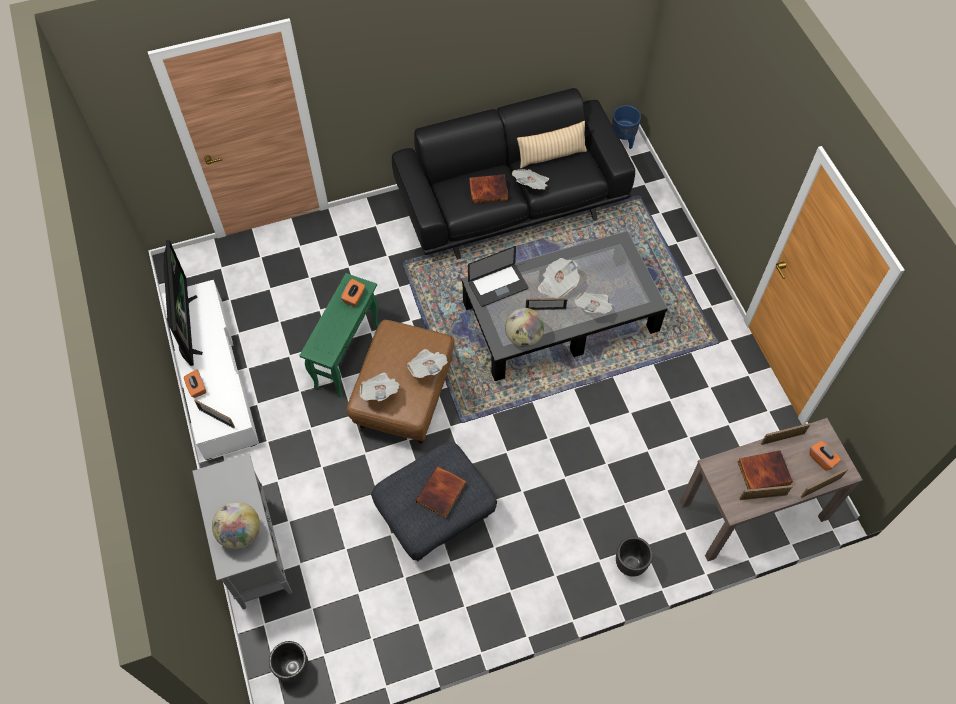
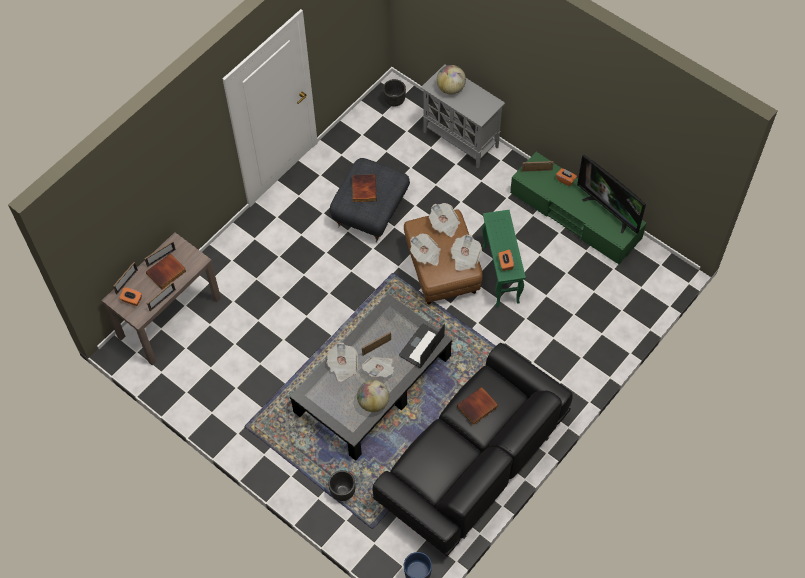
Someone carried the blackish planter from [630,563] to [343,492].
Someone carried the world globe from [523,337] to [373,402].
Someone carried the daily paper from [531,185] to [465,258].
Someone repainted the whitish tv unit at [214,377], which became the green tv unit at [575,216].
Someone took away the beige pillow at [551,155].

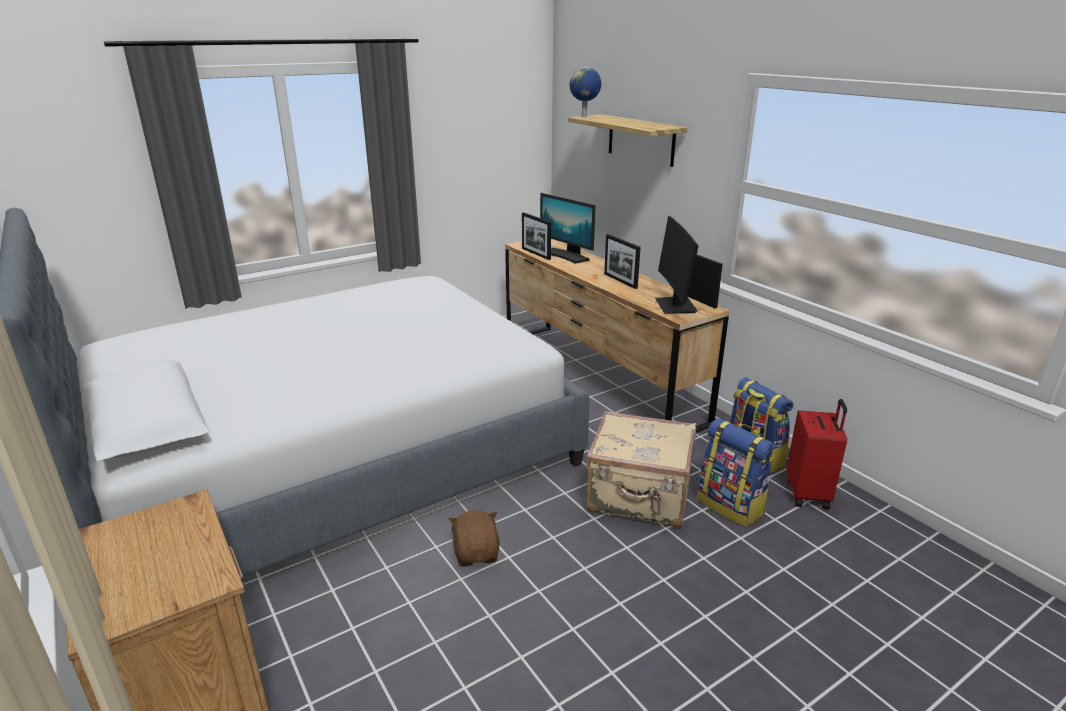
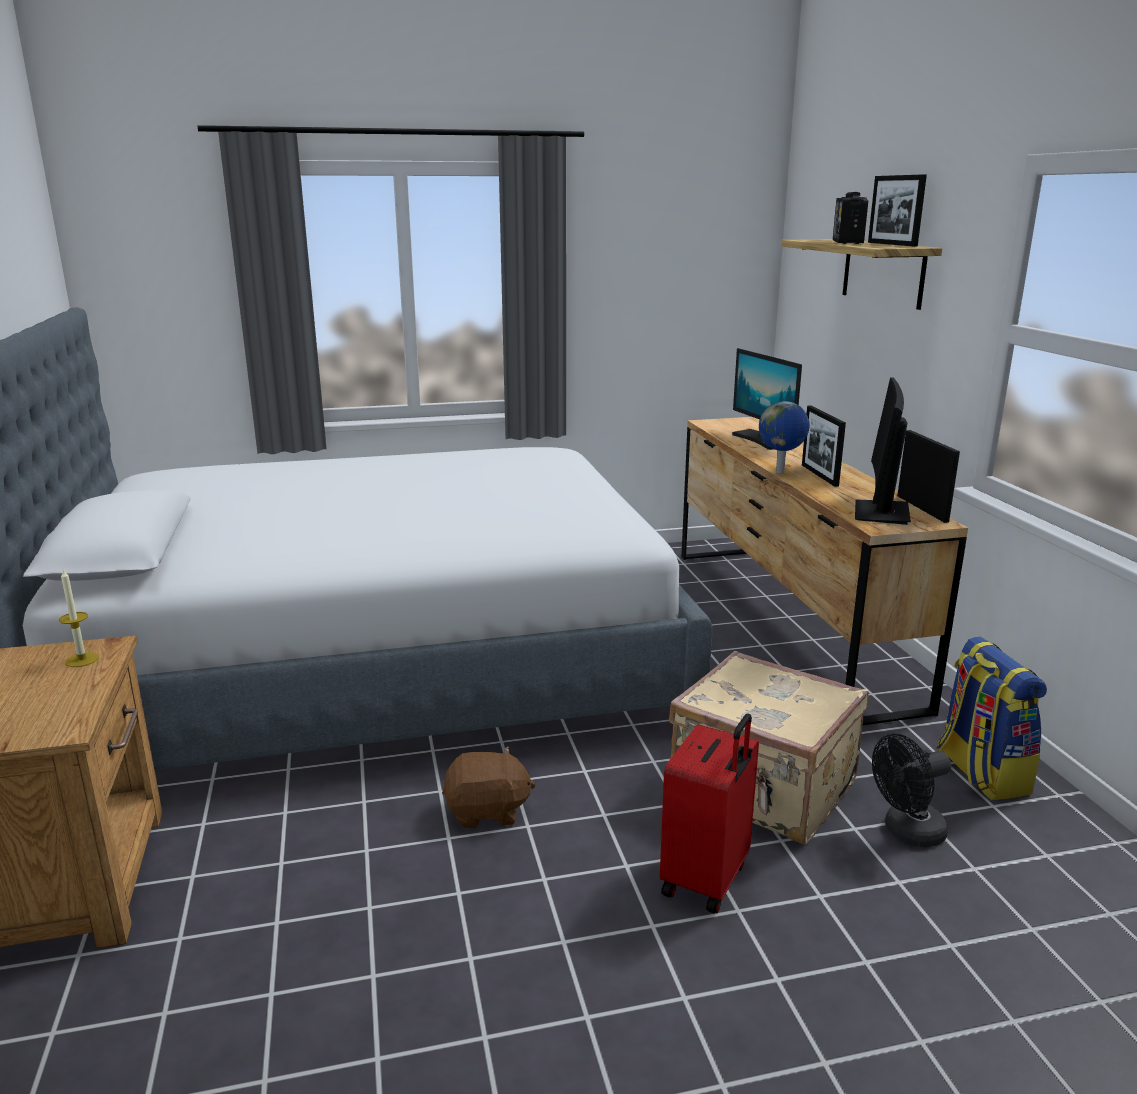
Someone put down the wax candle at [82,660].
Someone rotated the brown-coloured soft toy at [476,553] by 75 degrees clockwise.
Someone carried the reddish suitcase from [808,494] to [707,880].
Someone carried the world globe from [584,116] to [780,472].
Someone put down the radio set at [847,242].
Someone carried the photo frame from [536,254] to [891,244].
Someone swapped the knapsack at [731,506] for the blackish cooling fan at [907,832].

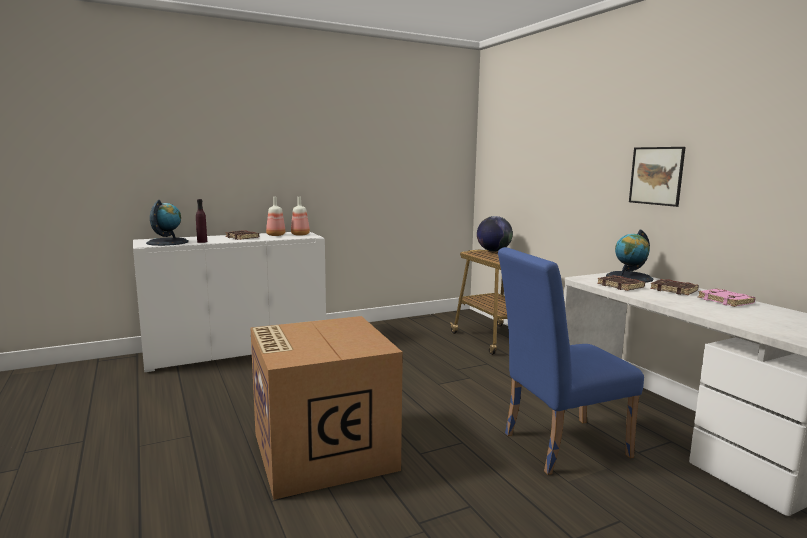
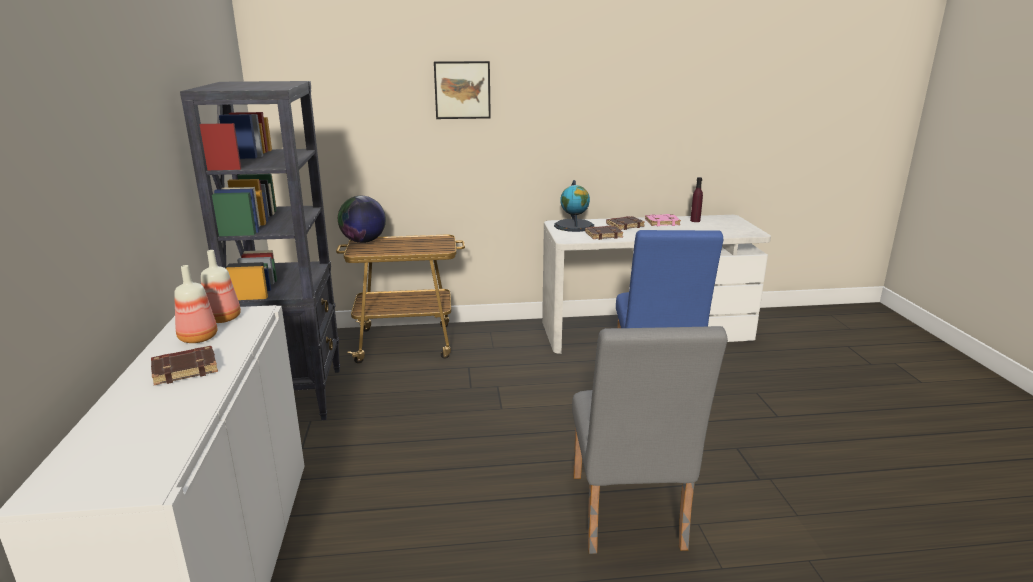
Someone put down the blackish shelving unit at [295,395].
Someone carried the wall picture from [656,176] to [462,90].
Someone swapped the packing box at [321,450] for the gray plain chair at [627,518].
Someone carried the purplish beverage bottle from [202,242] to [695,220].
Someone took away the world globe at [167,242].

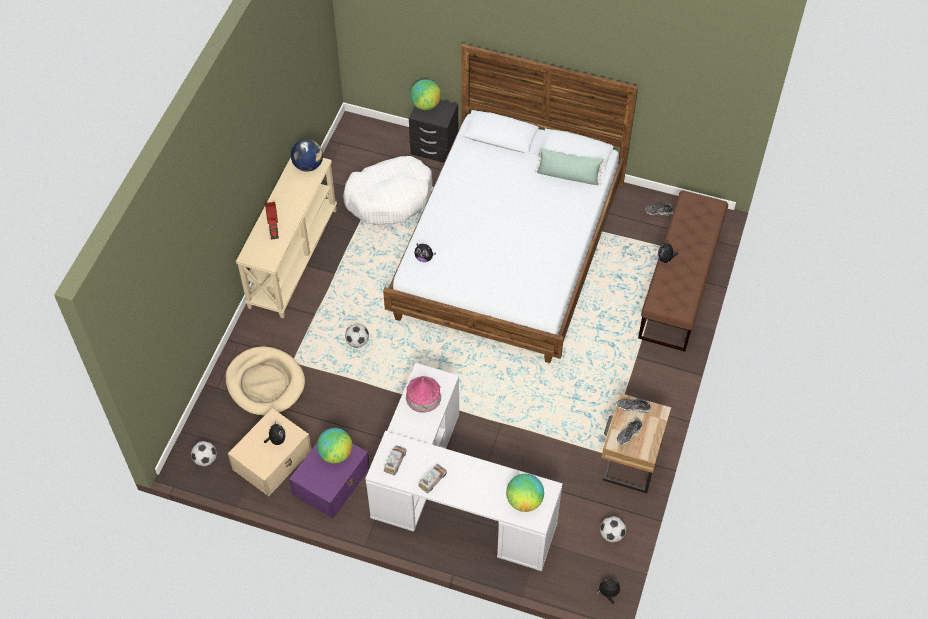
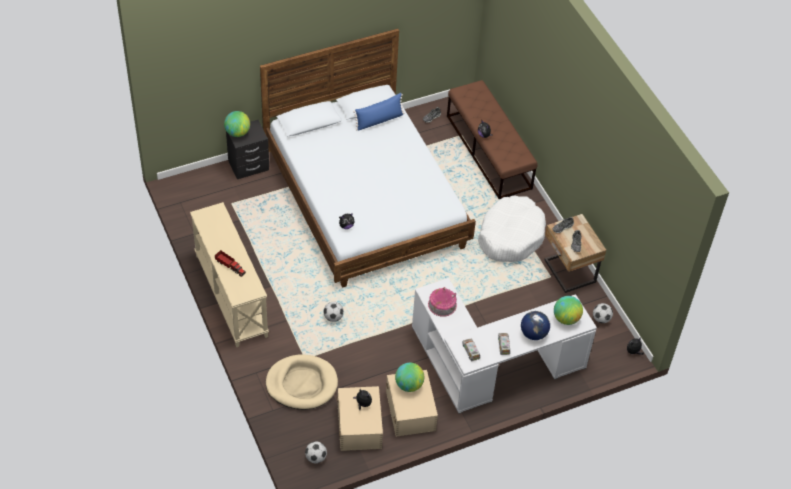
Someone repainted the green pillow at [568,176], which became the blue-coloured pillow at [379,120].
Someone repainted the purplish storage box at [332,481], which became the beige storage box at [410,410].
Someone carried the whitish dog cushion from [389,197] to [510,236].
Someone carried the world globe from [308,165] to [533,333].

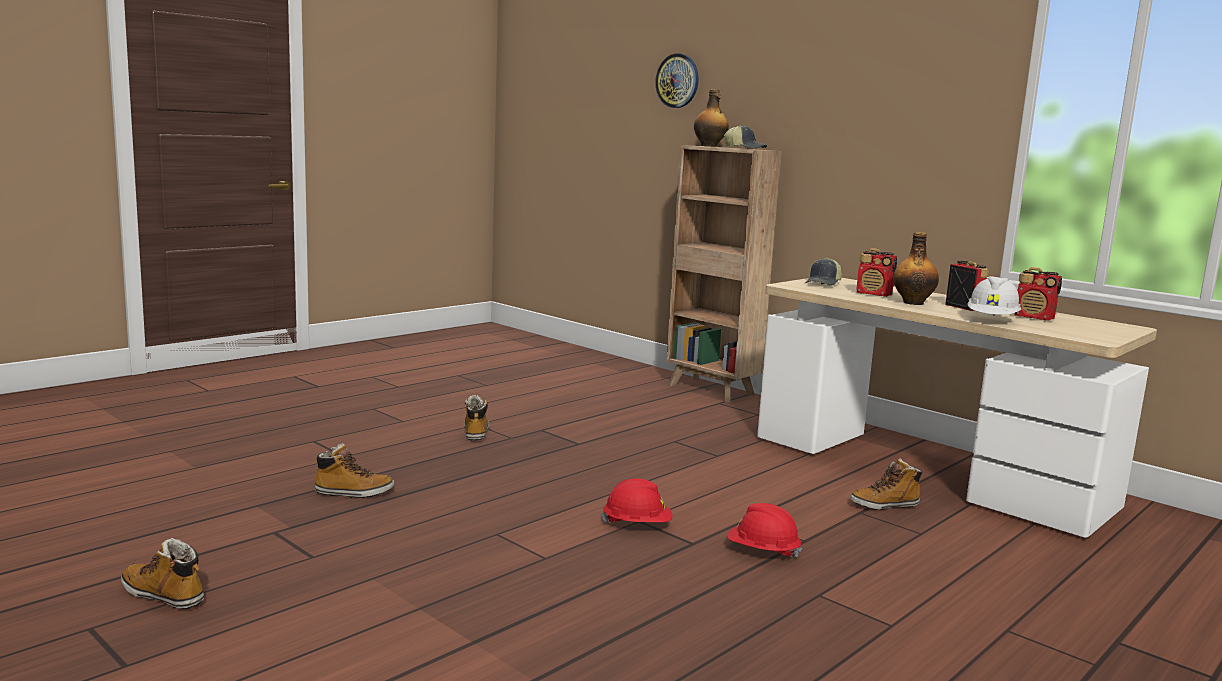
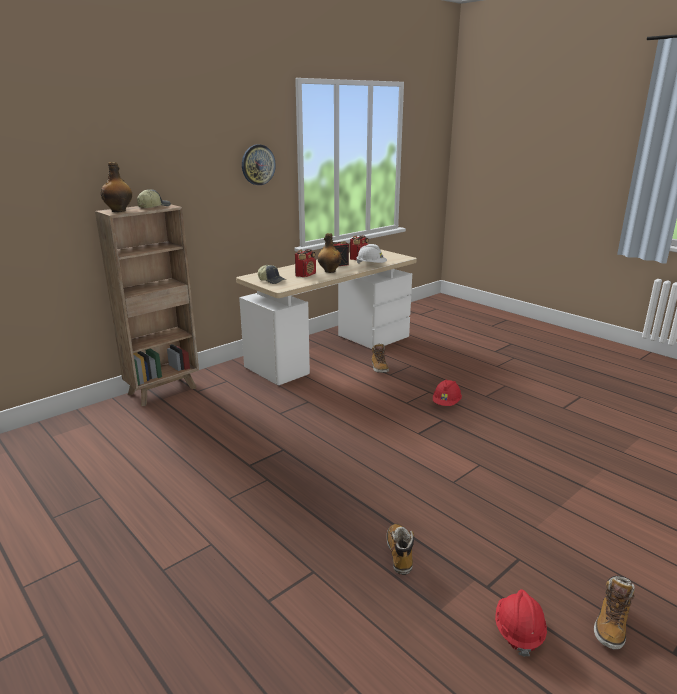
Someone carried the clock on the wall from [677,81] to [258,165].
Someone carried the reddish safety helmet from [637,525] to [518,631].
Someone took away the high-top boot at [476,432].

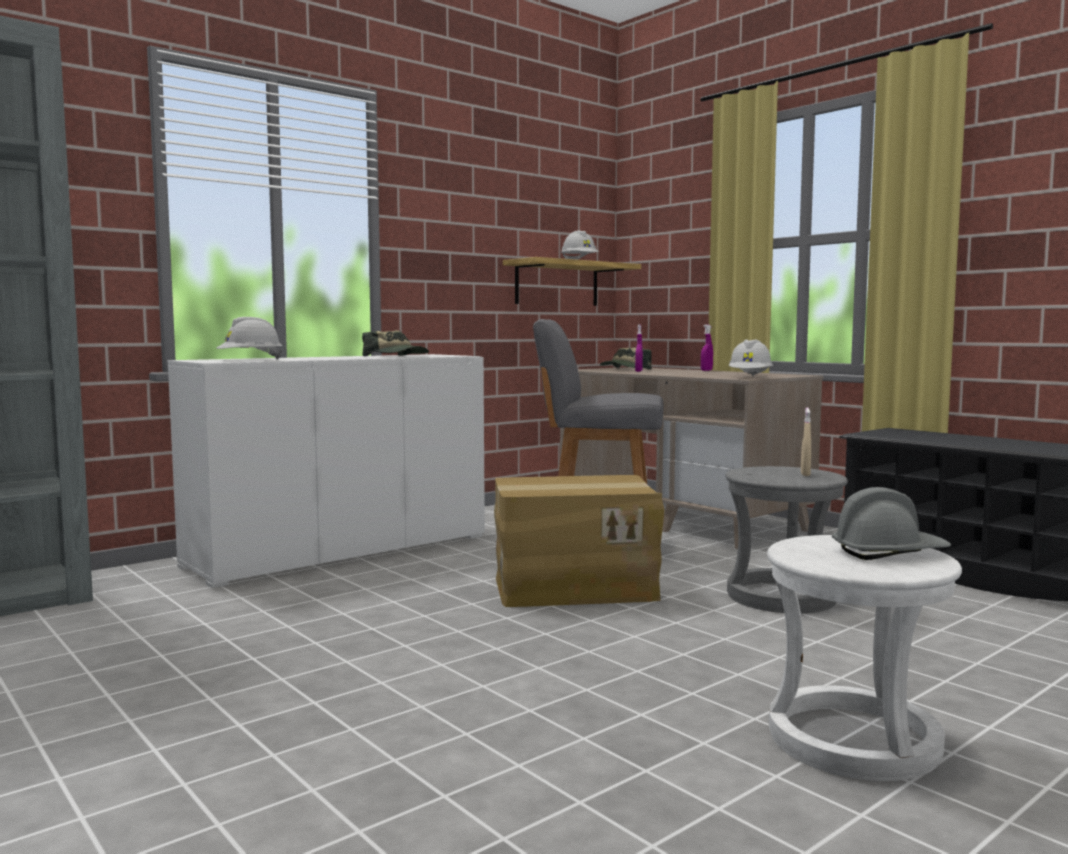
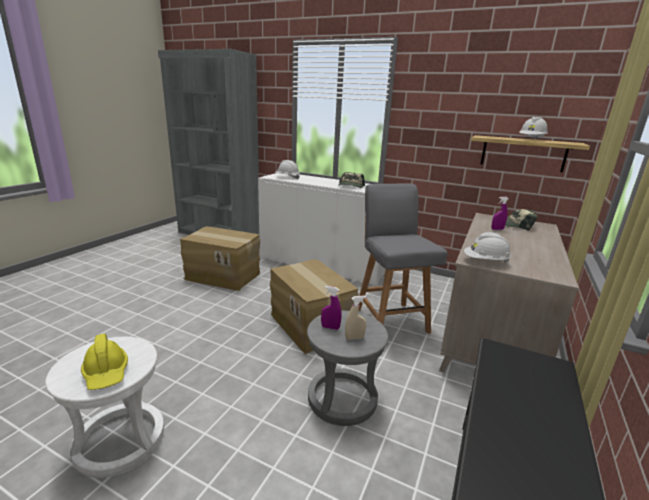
Someone repainted the gray safety helmet at [888,553], which became the yellow safety helmet at [106,373].
Someone put down the packing box at [223,276].
Someone carried the purplish sprayer from [706,370] to [330,327].

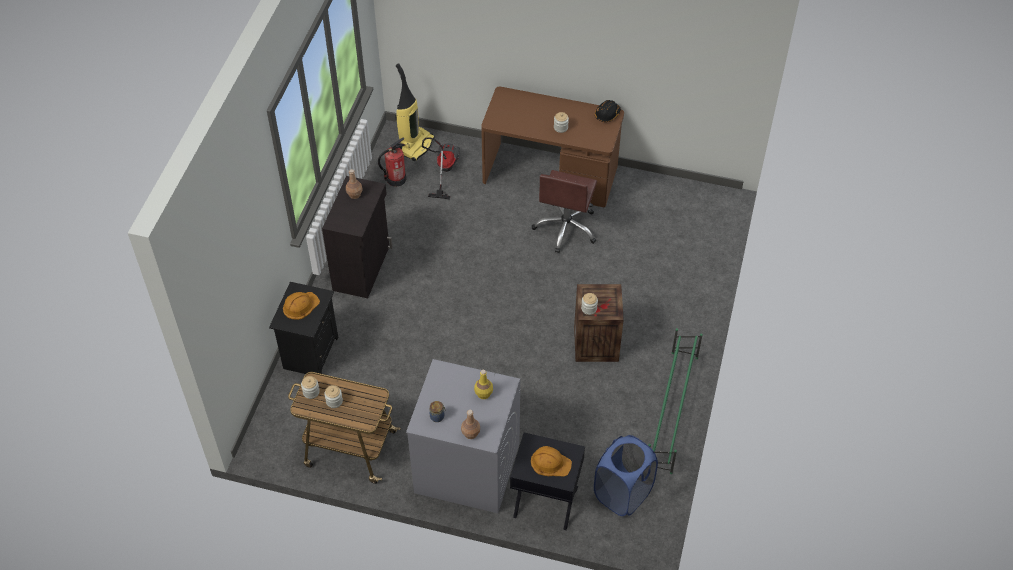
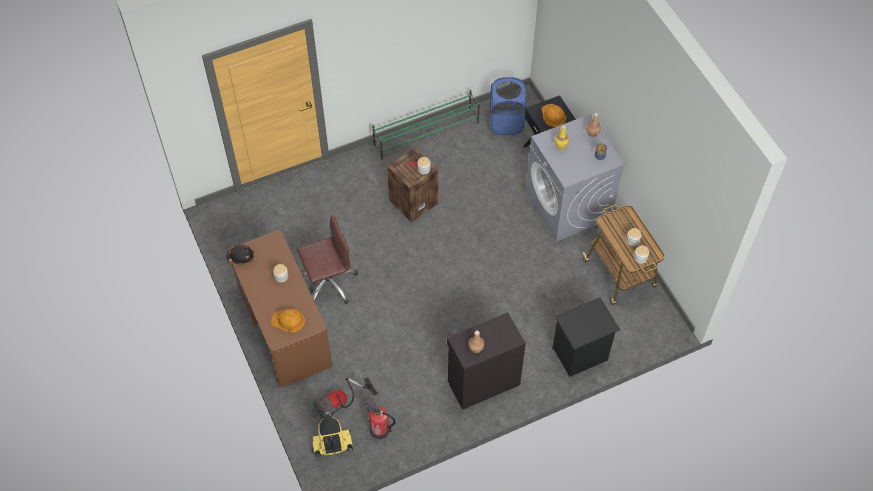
Someone carried the orange safety helmet from [300,305] to [288,321].

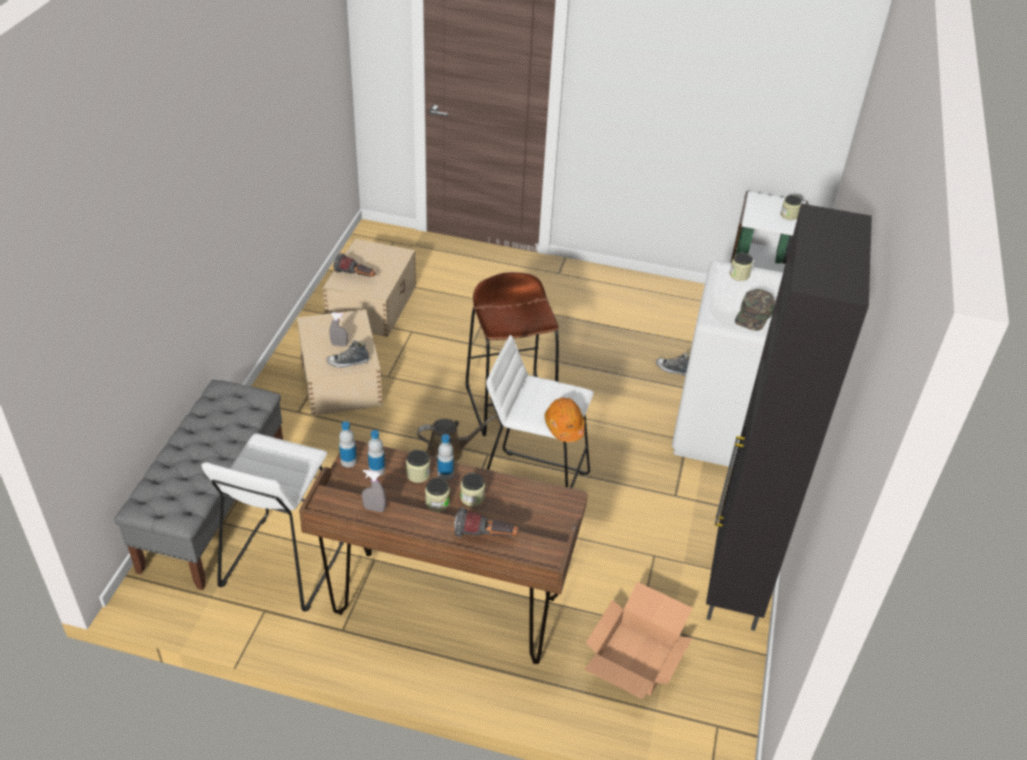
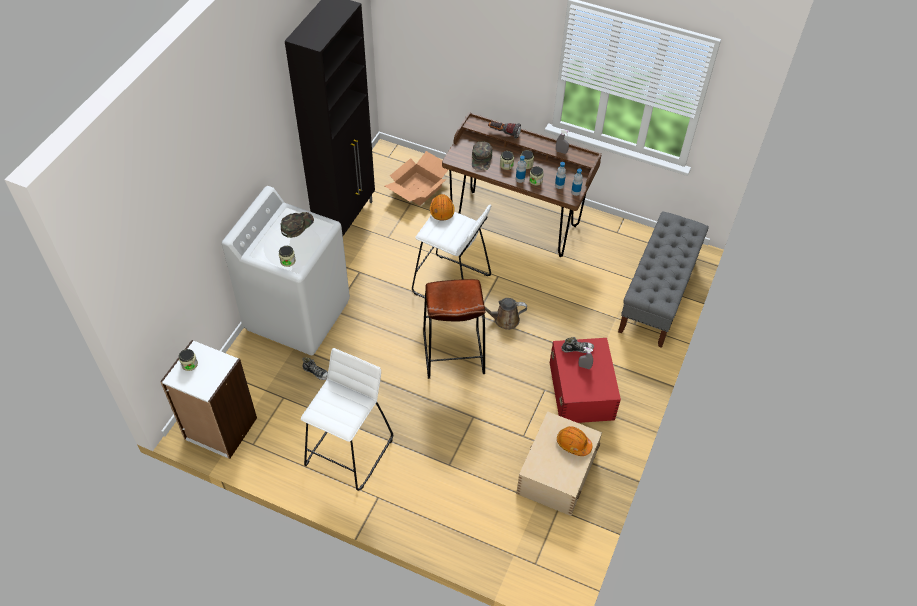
Someone carried the whitish stool from [282,563] to [350,451].
Someone put down the green baseball cap at [482,159].
Someone repainted the beige storage box at [340,380], which became the reddish storage box at [581,390].
Someone swapped the flashlight at [356,276] for the orange safety helmet at [573,443].

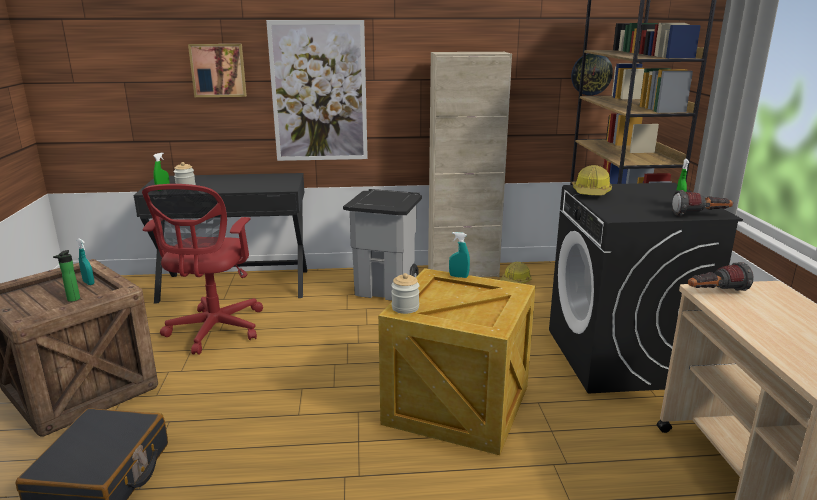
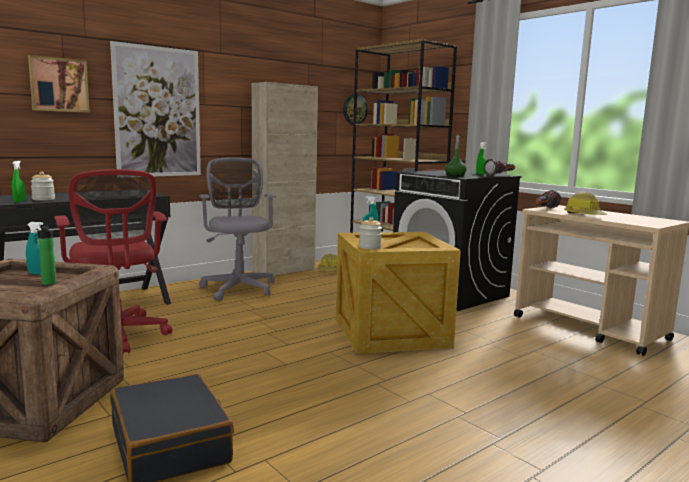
Someone swapped the gray waste bin at [387,289] for the gray office chair at [239,288].
Someone put down the green beverage bottle at [455,176].
Someone carried the safety helmet from [591,193] to [584,215].

